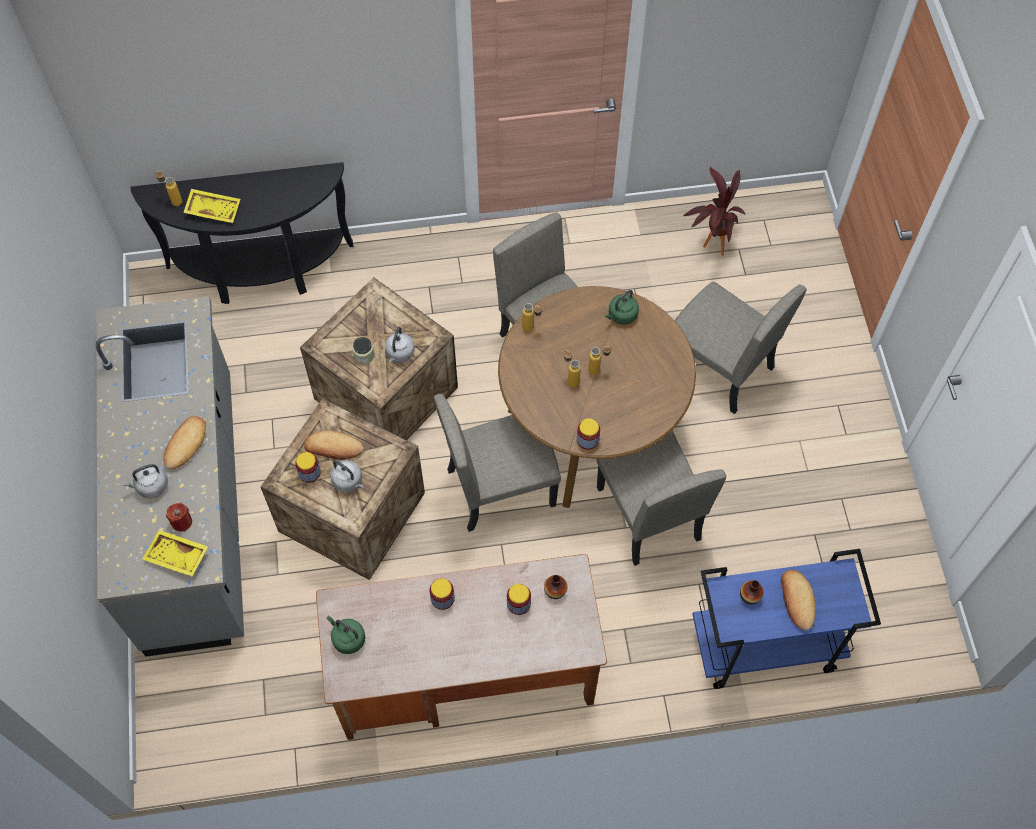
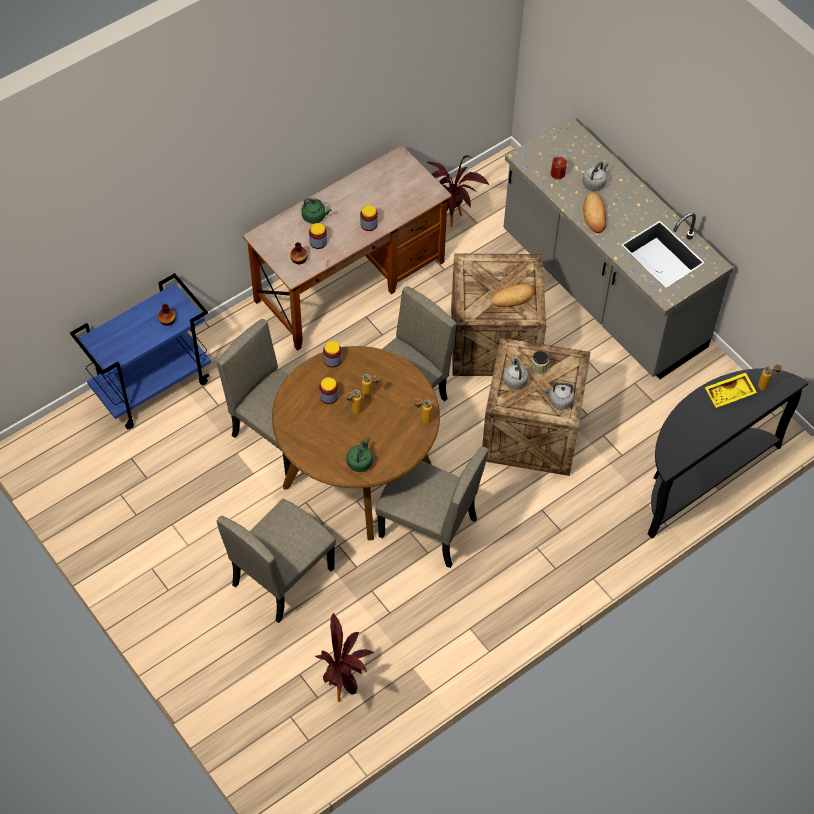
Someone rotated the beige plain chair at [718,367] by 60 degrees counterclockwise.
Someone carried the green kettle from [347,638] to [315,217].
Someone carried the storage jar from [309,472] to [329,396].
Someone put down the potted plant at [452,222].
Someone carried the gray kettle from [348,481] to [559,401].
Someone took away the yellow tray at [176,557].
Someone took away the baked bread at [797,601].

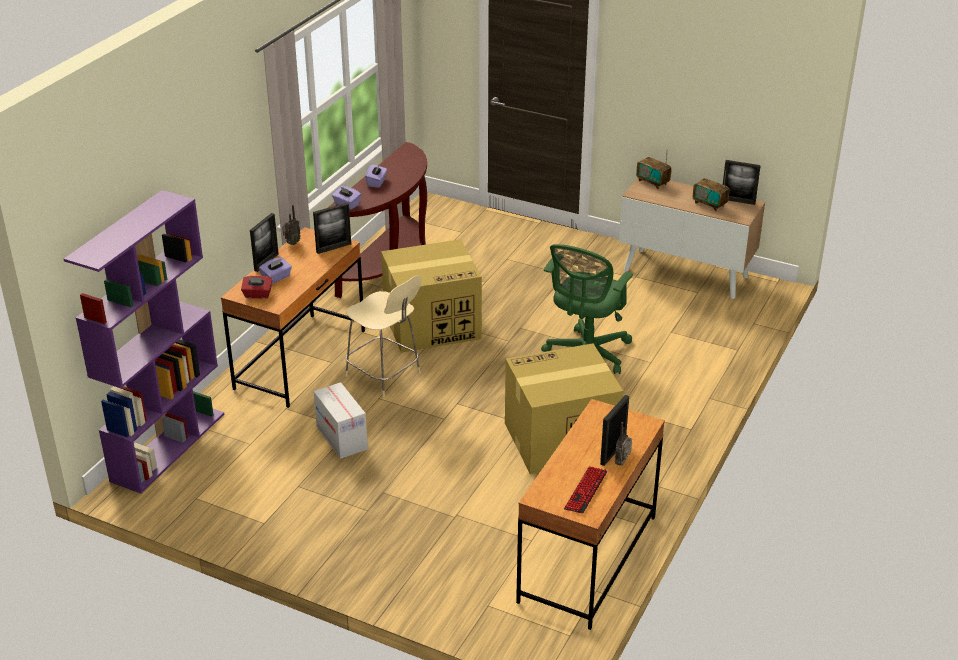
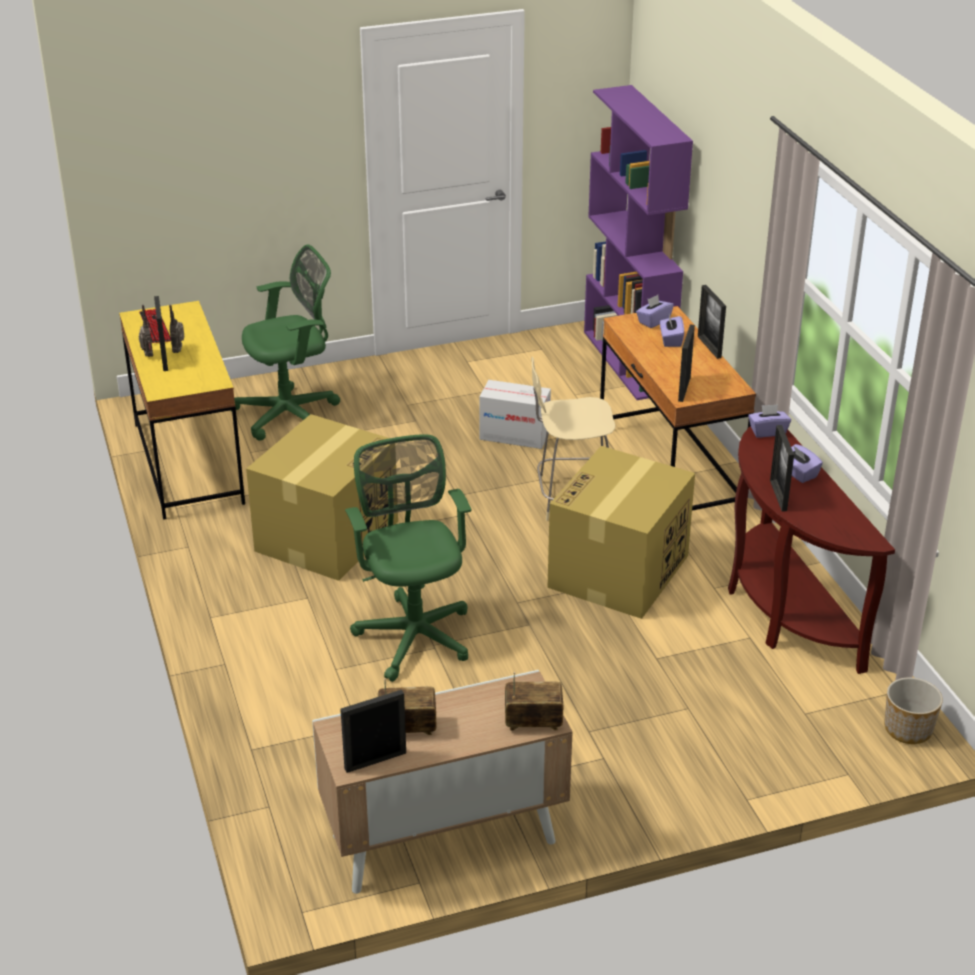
Someone repainted the brown-coloured desk table at [587,559], which became the yellow desk table at [188,463].
Someone carried the radio set from [291,243] to [179,351].
Someone put down the green office chair at [291,414].
Someone repainted the reddish tissue holder at [257,295], which became the purplish tissue holder at [653,321].
Someone put down the photo frame at [778,495].
Someone put down the planter at [907,729].

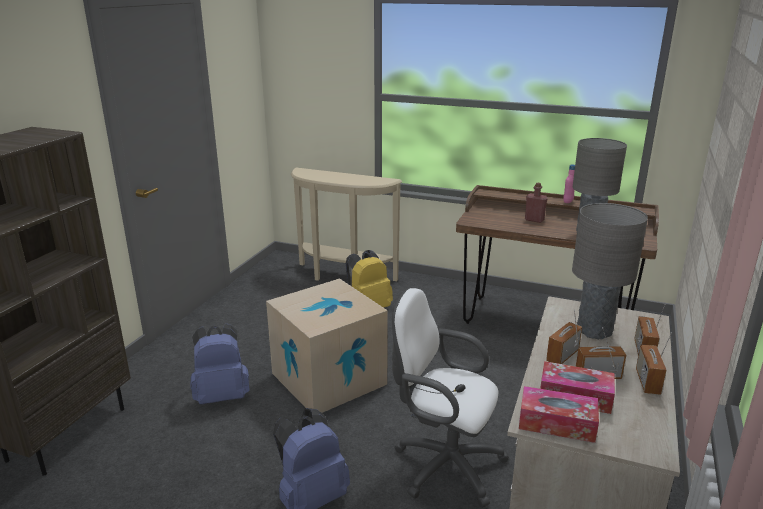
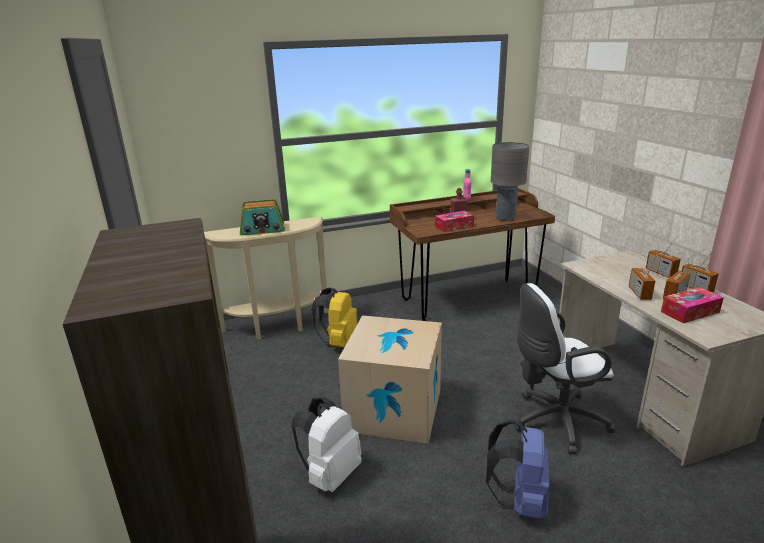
Someone put down the radio set at [262,229].
Someone repainted the blue-coloured knapsack at [222,395], which became the whitish knapsack at [330,474].
Someone carried the tissue holder from [557,423] to [454,226].
Someone took away the gray tabletop lamp at [594,331].

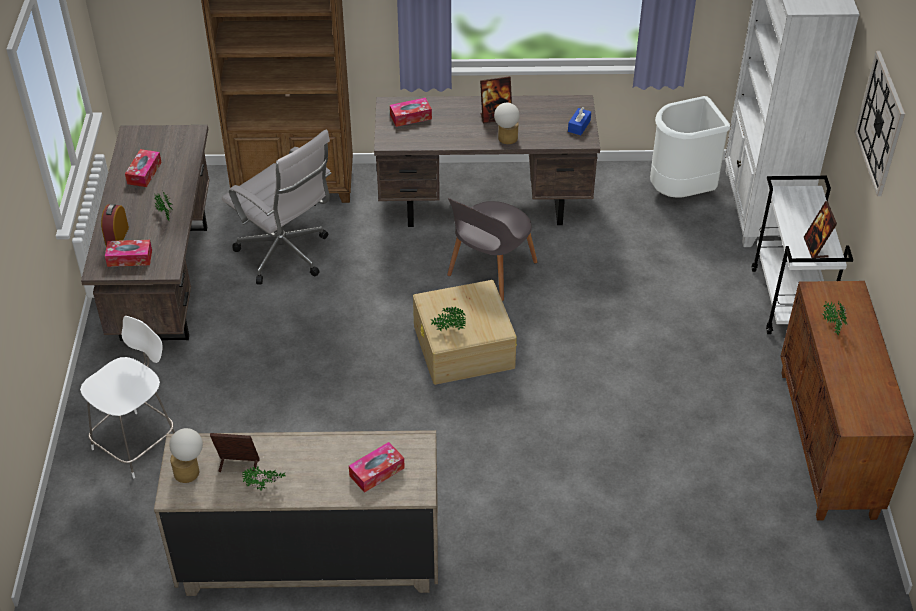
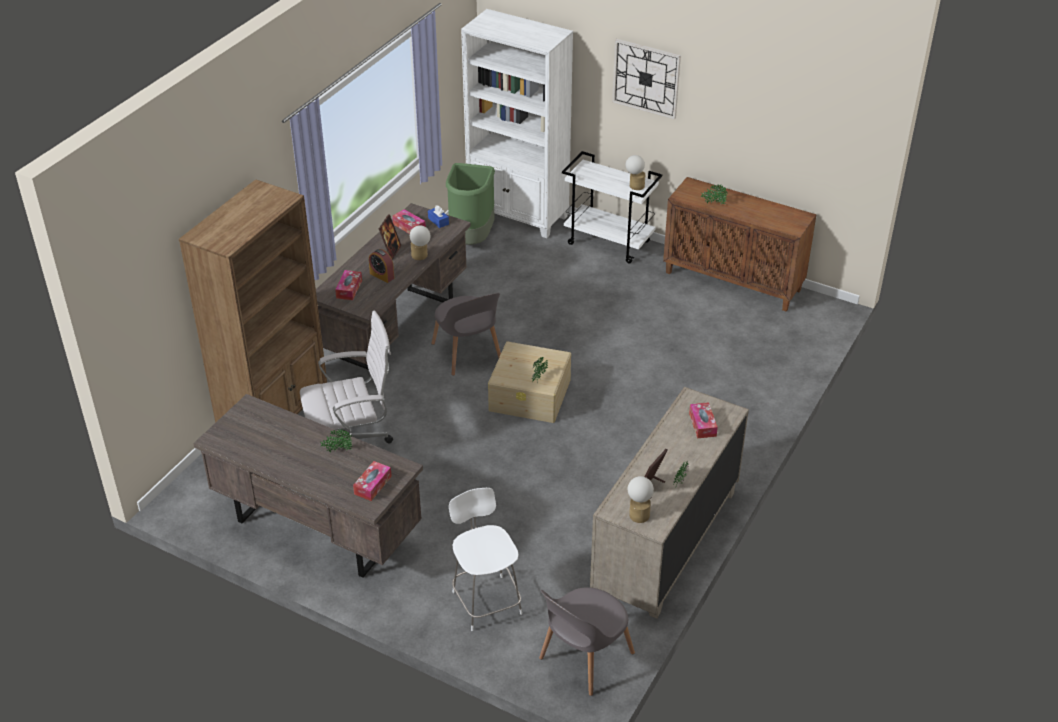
Someone carried the alarm clock from [117,237] to [382,275].
Someone carried the tissue holder from [144,173] to [409,227].
Someone repainted the whitish waste bin at [681,192], which became the green waste bin at [471,240].
Someone put down the gray plain chair at [584,658].
Someone swapped the photo frame at [815,248] for the tabletop lamp at [634,185].

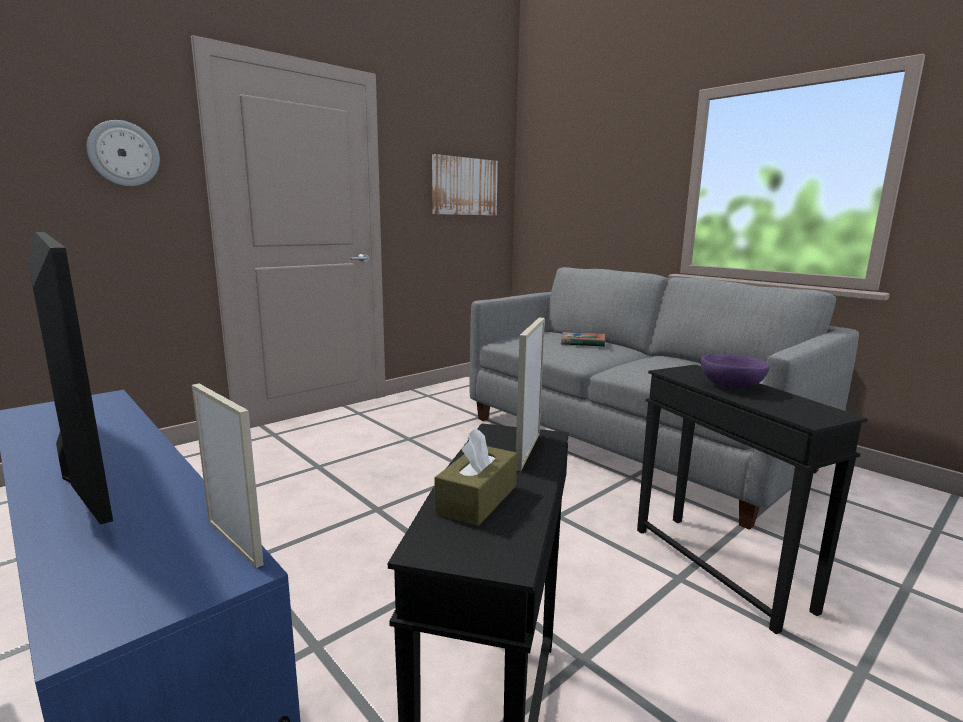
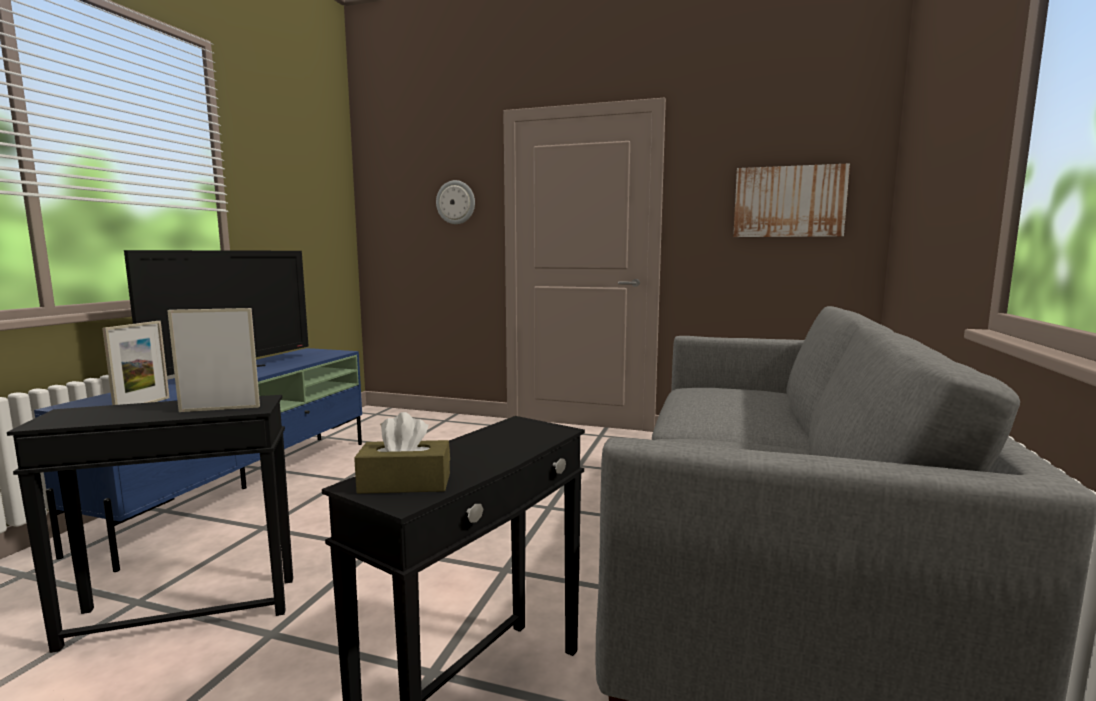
Someone carried the brown-coloured tissue holder from [477,499] to [405,483].
Someone took away the bound book at [582,343].
Someone took away the purplish serving bowl at [731,387].

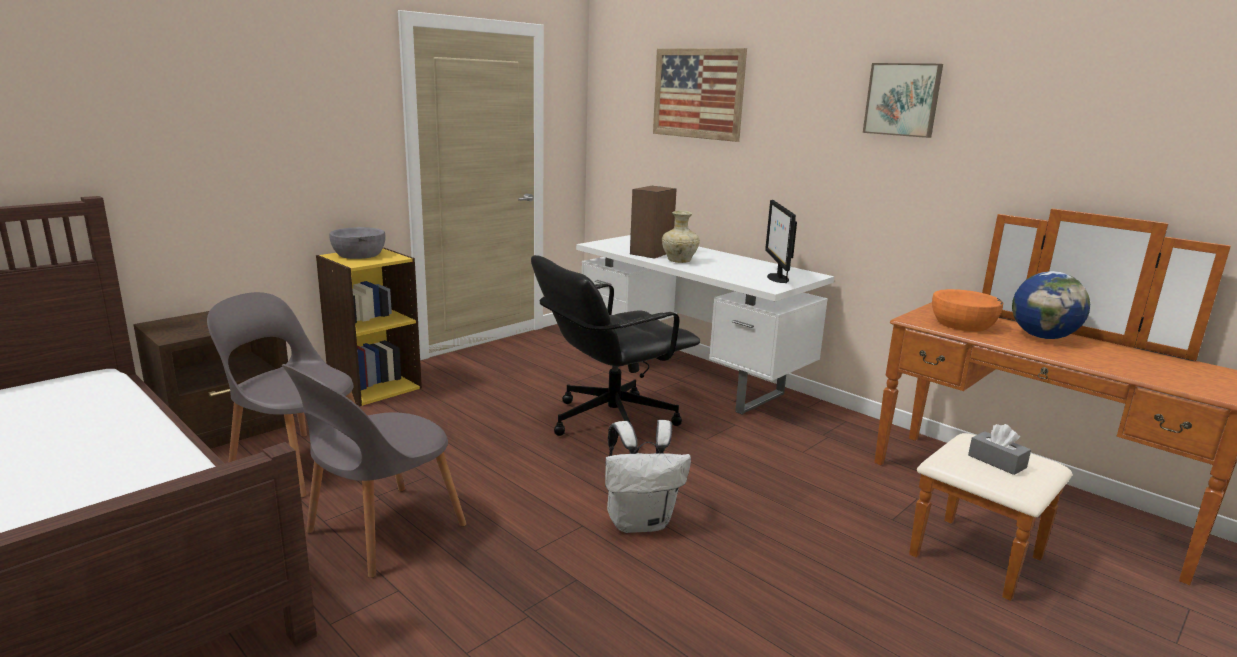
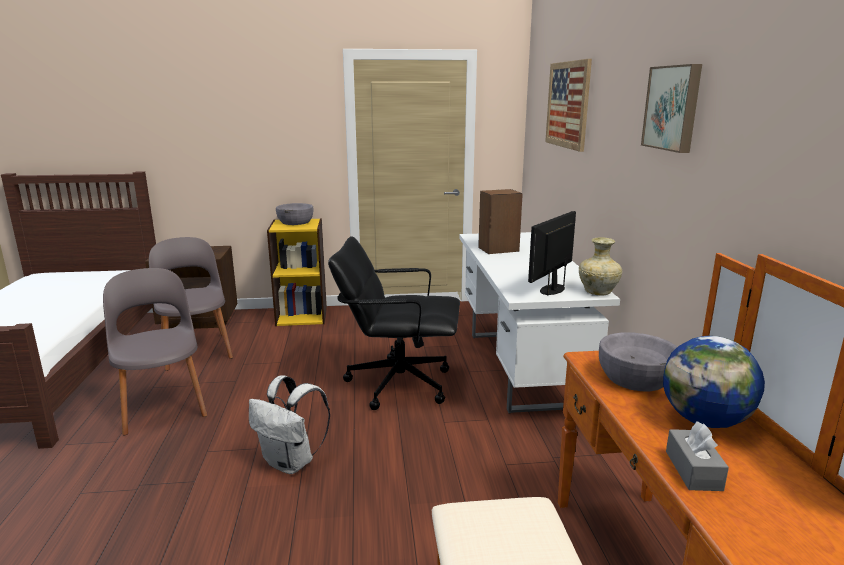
Someone rotated the gray plain chair at [381,532] by 75 degrees clockwise.
Someone carried the beige decorative vase from [679,261] to [598,292].
Someone repainted the orange serving bowl at [962,324], which became the gray serving bowl at [636,377].
Someone carried the gray tissue holder from [997,461] to [693,470].

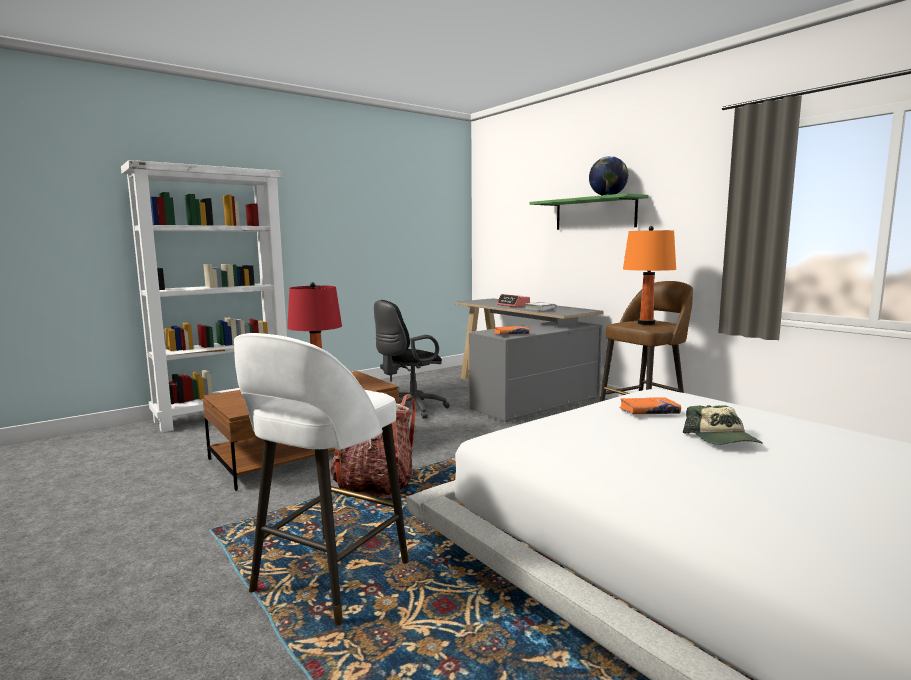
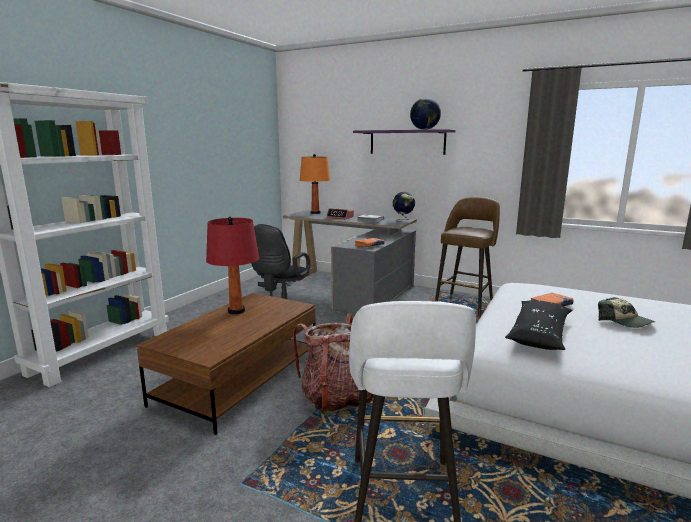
Someone carried the orange tabletop lamp from [646,323] to [315,213].
Someone repainted the green shelf at [594,213], which became the purplish shelf at [407,142].
Someone put down the world globe at [403,220].
Someone put down the blackish pillow at [539,334].

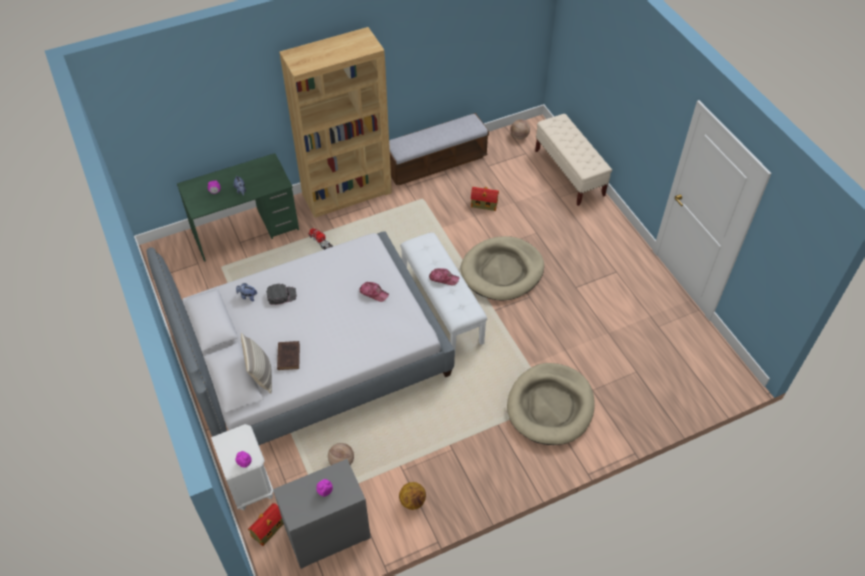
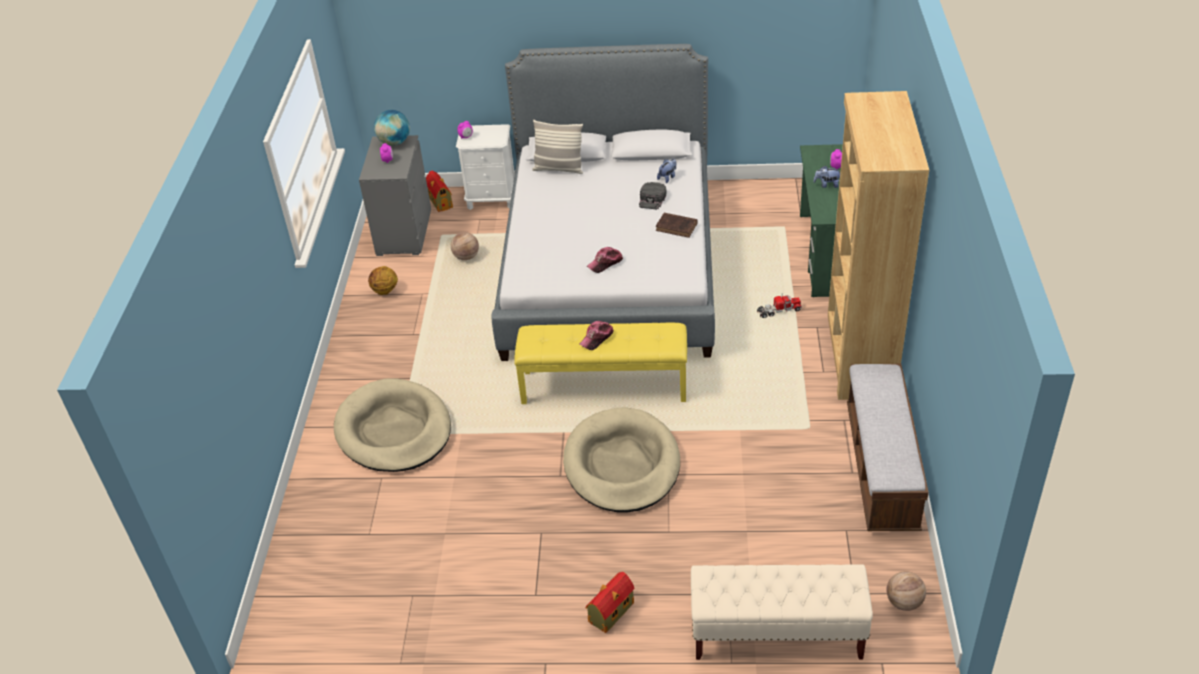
Someone put down the world globe at [394,142].
Someone repainted the whitish bench at [441,306], which became the yellow bench at [604,385].
Someone carried the miniature house from [484,205] to [610,613].
Someone carried the brown-coloured bound book from [288,356] to [677,227].

